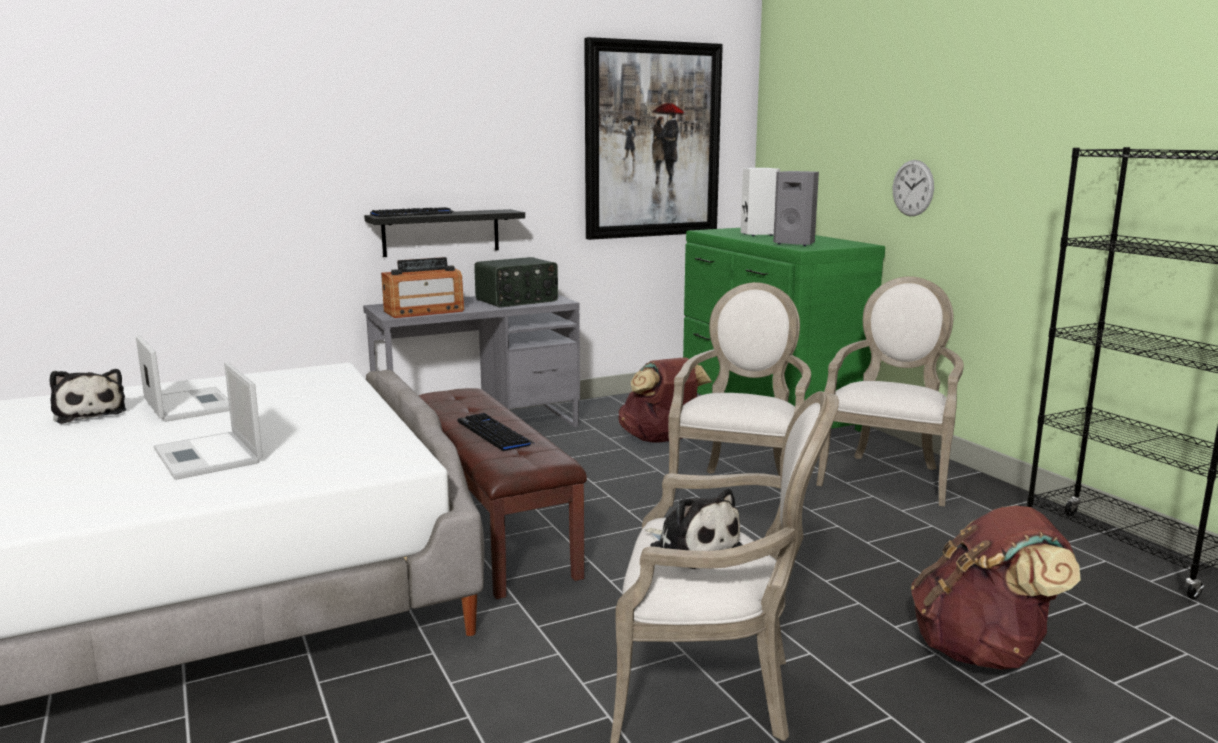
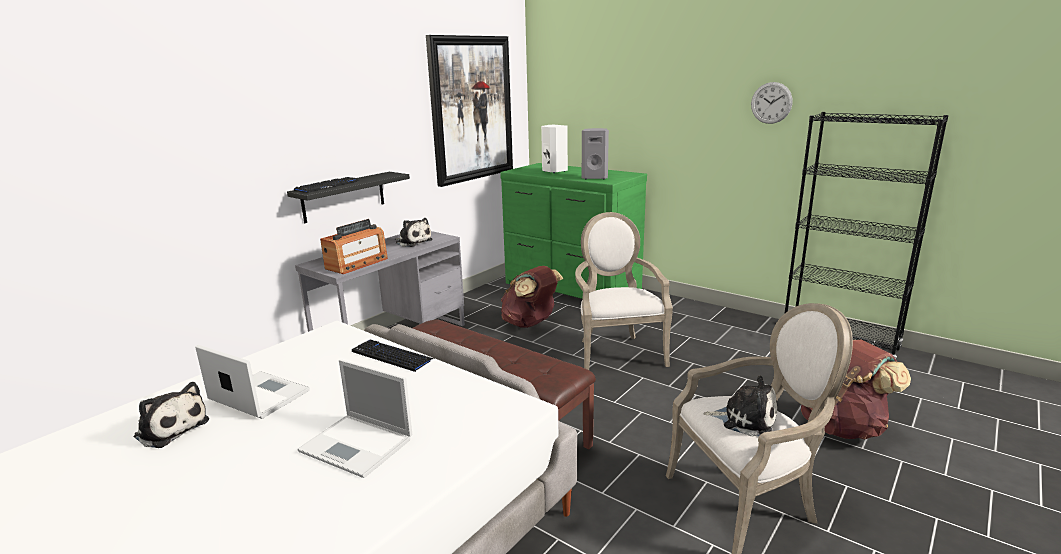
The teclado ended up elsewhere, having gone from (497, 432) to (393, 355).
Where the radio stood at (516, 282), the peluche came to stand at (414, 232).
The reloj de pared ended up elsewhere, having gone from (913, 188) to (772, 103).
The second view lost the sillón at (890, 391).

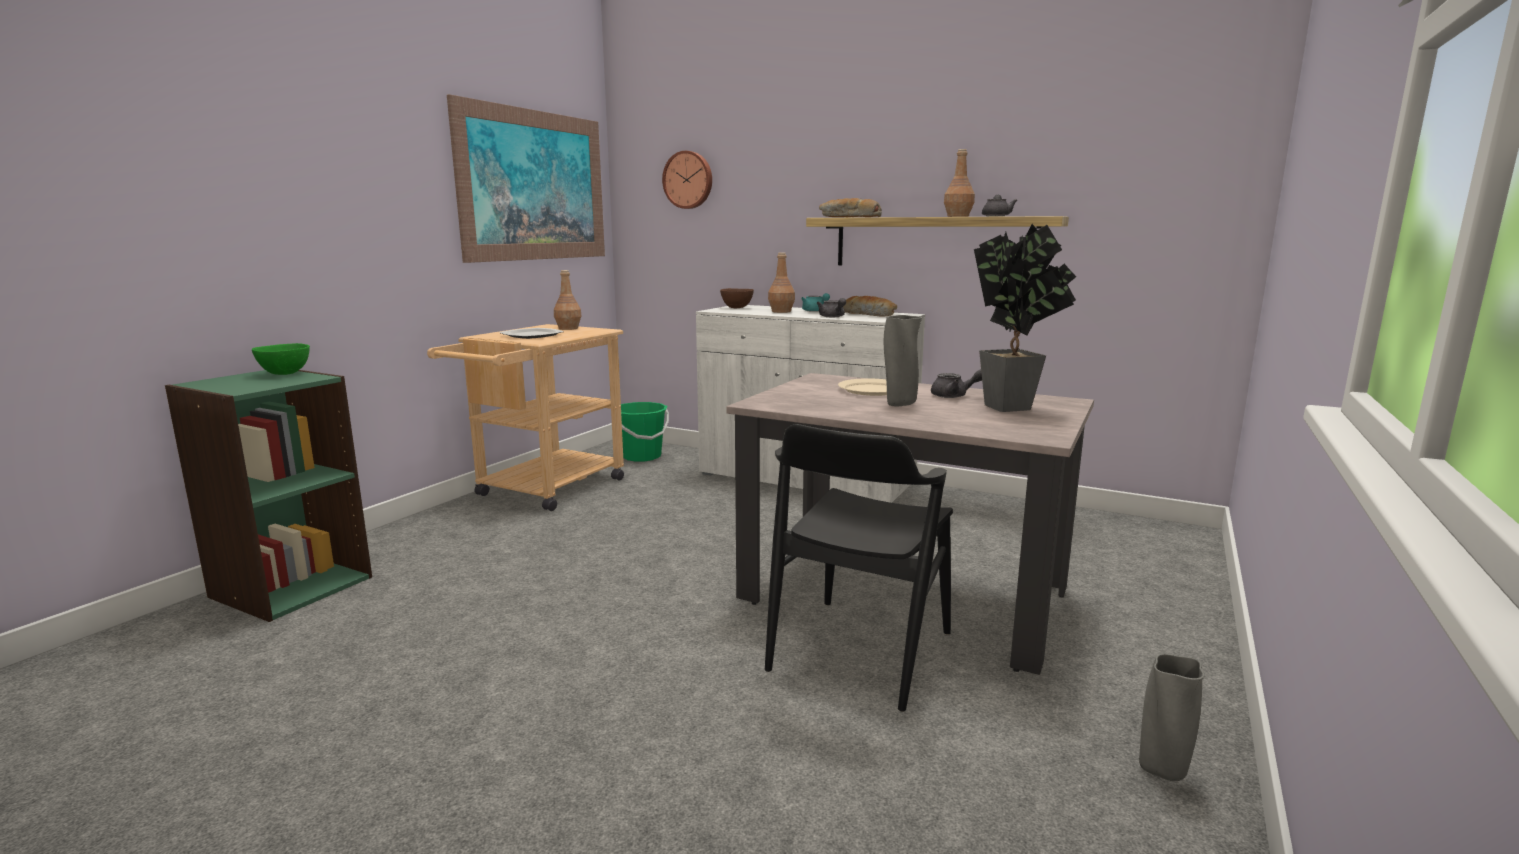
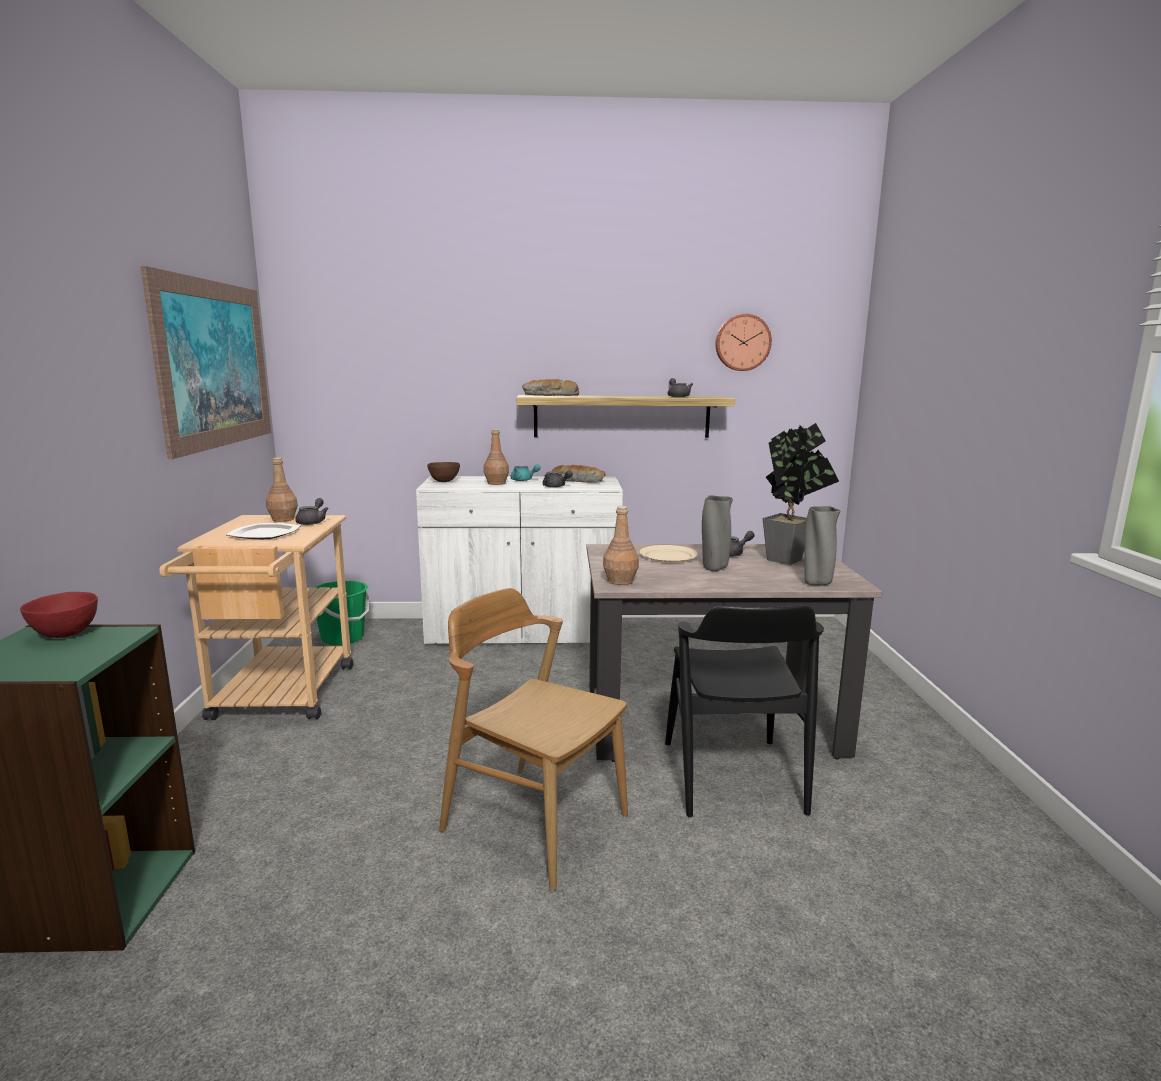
What was the cuenco (verde) at (281, 359) turned into the cuenco (rojo) at (59, 615).
The second view gained the tetera (gris) at (312, 511).
The second view gained the silla (marrón) at (533, 739).
The botella (marrón) ended up elsewhere, having gone from (959, 183) to (621, 545).
The reloj de pared ended up elsewhere, having gone from (687, 180) to (743, 342).
The florero (gris) ended up elsewhere, having gone from (1171, 717) to (822, 546).

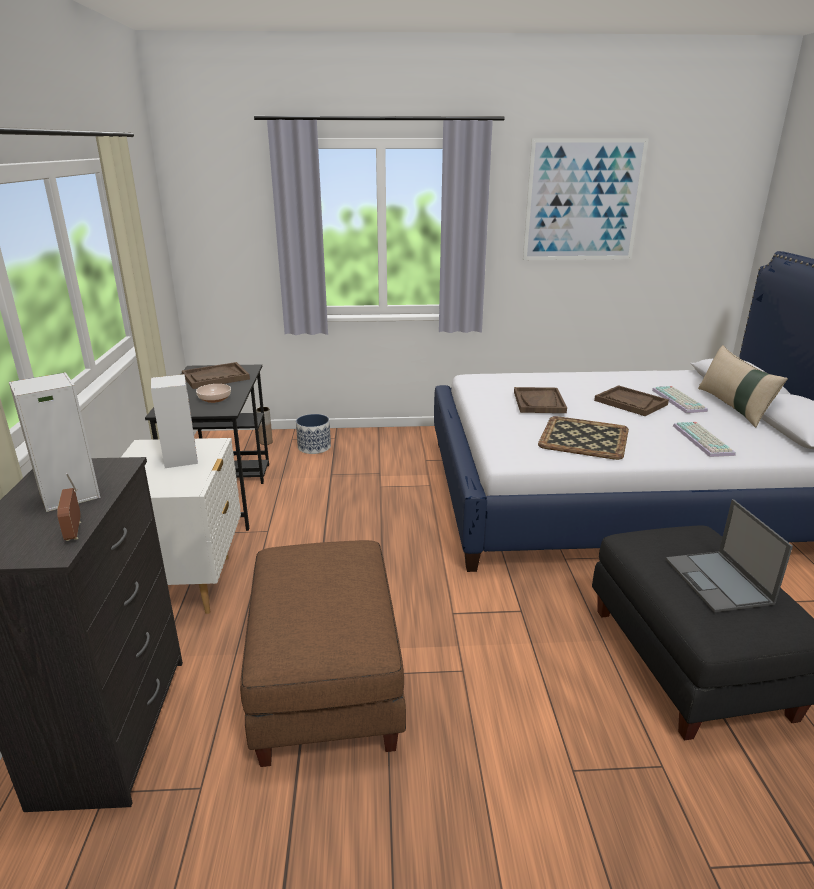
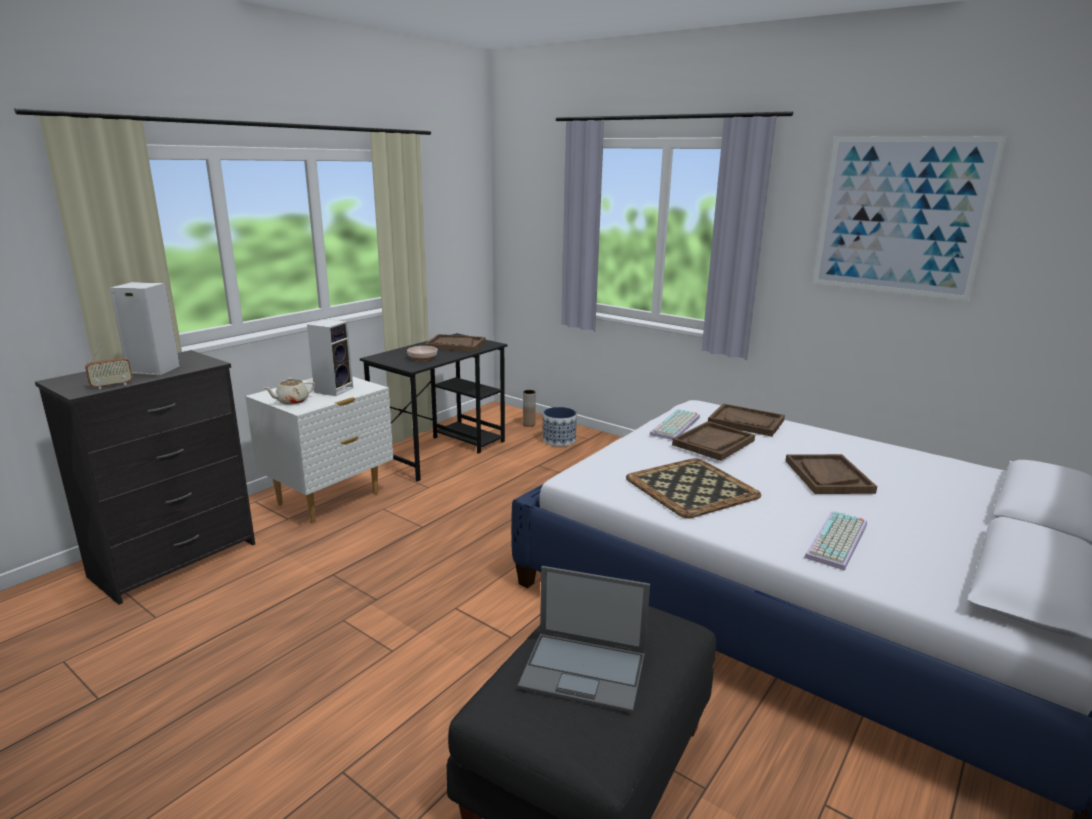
The radio at (69, 507) ended up facing another way, 150 degrees counterclockwise from before.
The second view gained the tetera (beis) at (289, 391).
The portátil at (729, 555) ended up facing another way, 105 degrees counterclockwise from before.
The teclado ended up elsewhere, having gone from (680, 399) to (674, 424).
The second view gained the bandeja (marrón) at (746, 420).
The second view lost the puf (marrón) at (323, 653).
The second view lost the cojín (beis) at (743, 386).

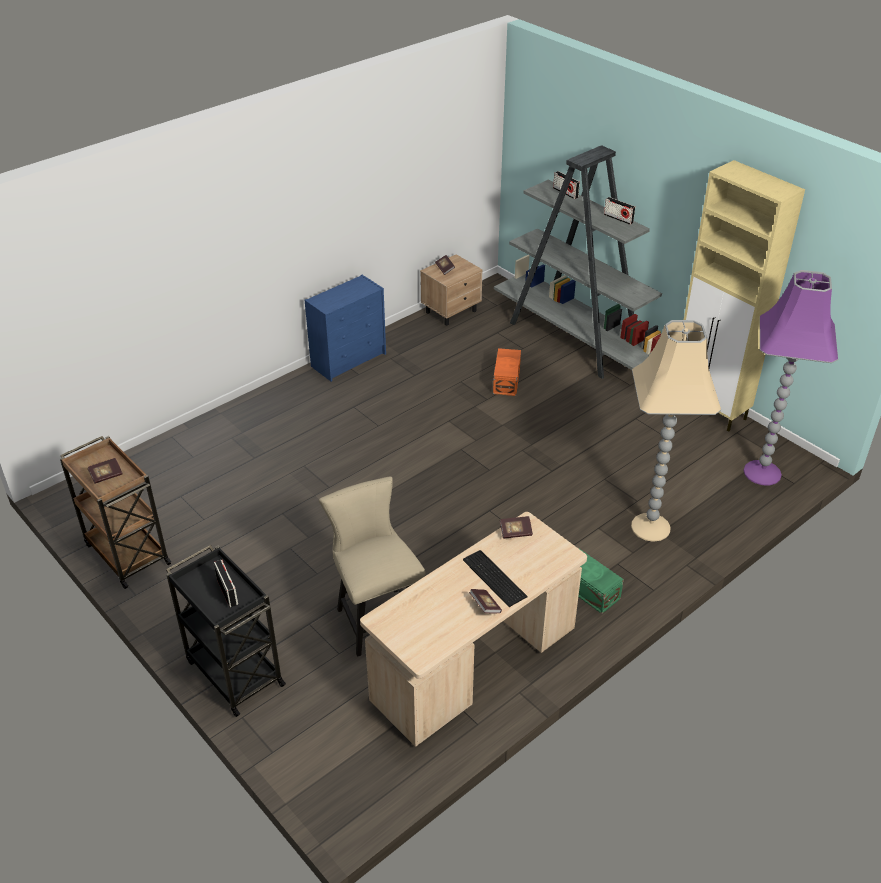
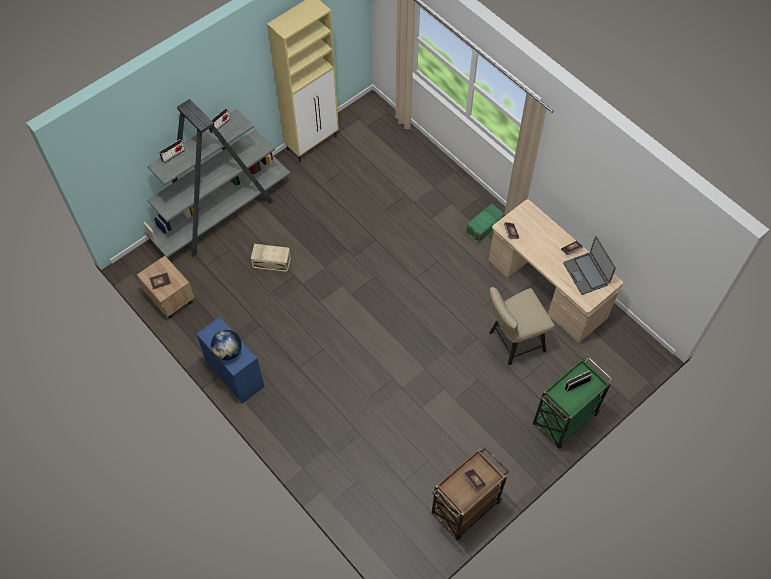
The second view gained the globo terráqueo at (226, 345).
What was the caja de almacenaje (naranja) at (507, 372) turned into the caja de almacenaje (beis) at (271, 258).
What was the carrito (negro) at (226, 631) turned into the carrito (verde) at (573, 403).
The second view gained the portátil at (589, 265).
The second view lost the teclado at (495, 578).
The second view lost the lámpara de pie (beis) at (676, 431).
The second view lost the lámpara de pie (morado) at (790, 377).

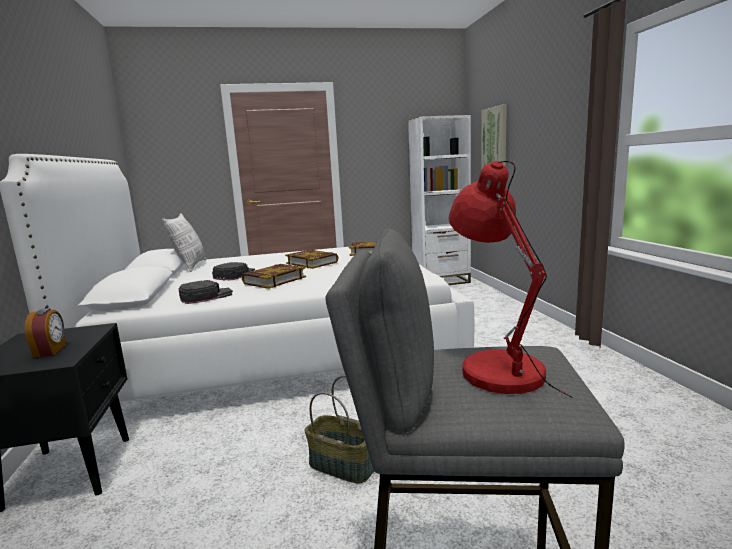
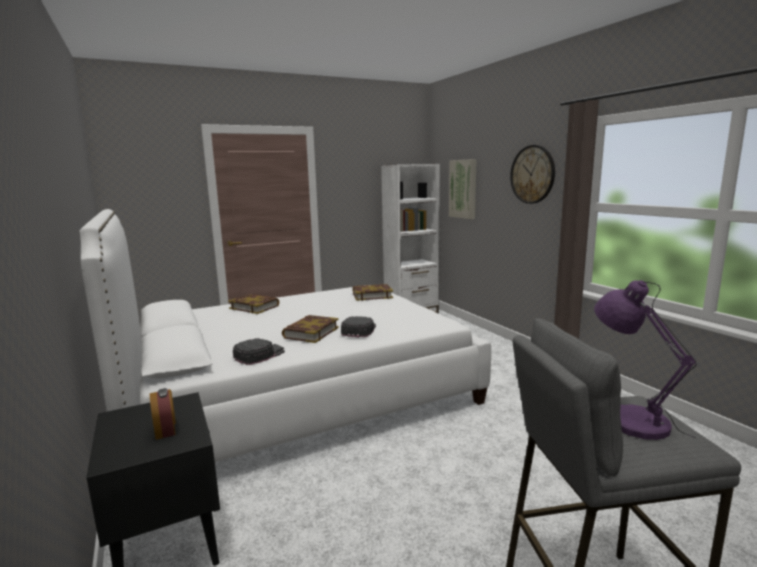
The libro ended up elsewhere, having gone from (312, 259) to (253, 304).
The gorra (negro) ended up elsewhere, having gone from (233, 271) to (358, 326).
The second view gained the reloj de pared at (532, 174).
What was the lámpara de mesa (rojo) at (510, 279) turned into the lámpara de mesa (morado) at (645, 360).
The second view lost the cojín at (184, 242).
The second view lost the cesta at (339, 429).

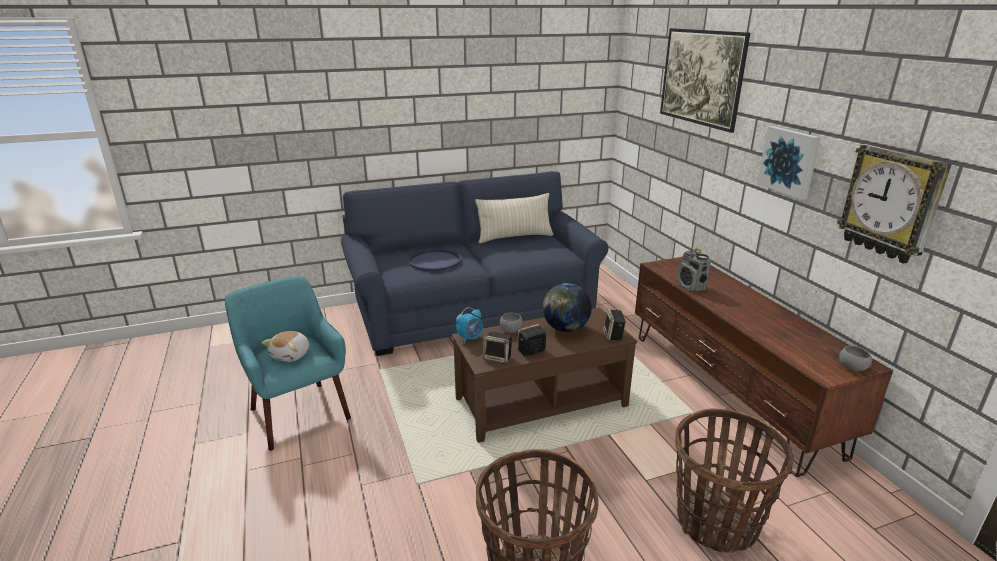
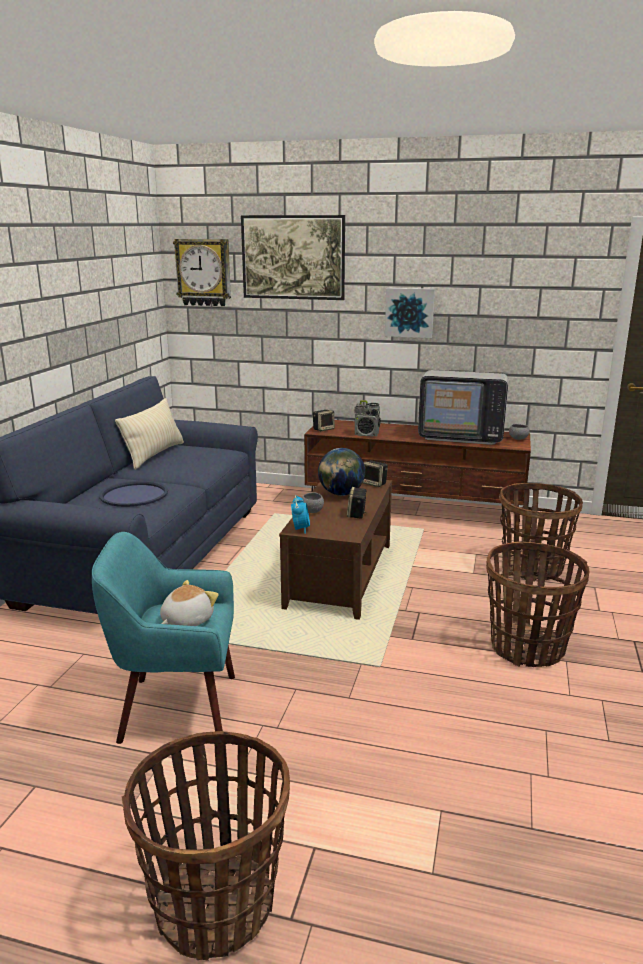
The second view gained the cesta at (205, 846).
The peluche at (285, 346) ended up facing another way, 105 degrees counterclockwise from before.
The reloj de pared ended up elsewhere, having gone from (894, 204) to (202, 272).
The altavoz ended up elsewhere, having gone from (498, 347) to (324, 420).
The second view gained the televisor at (463, 407).

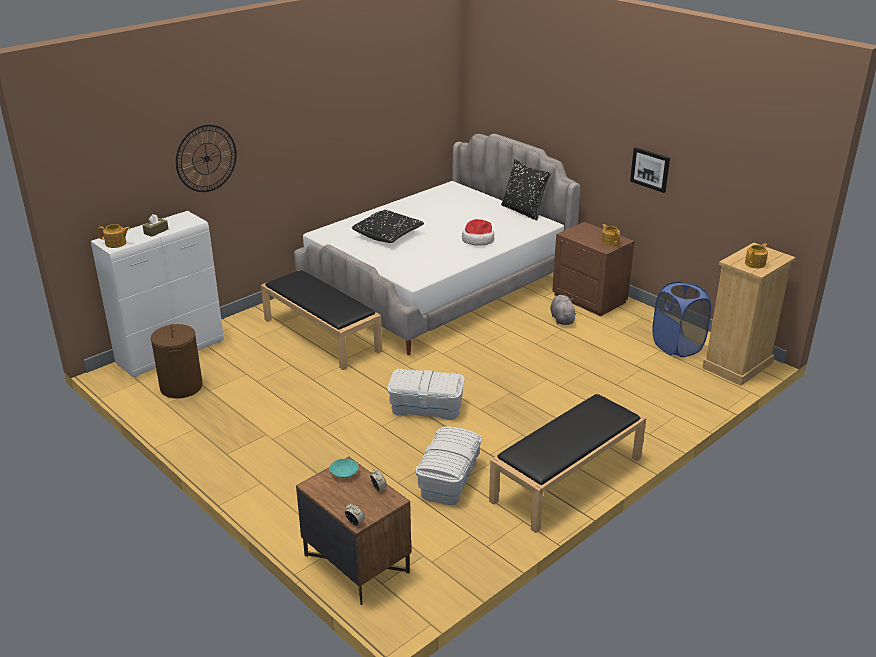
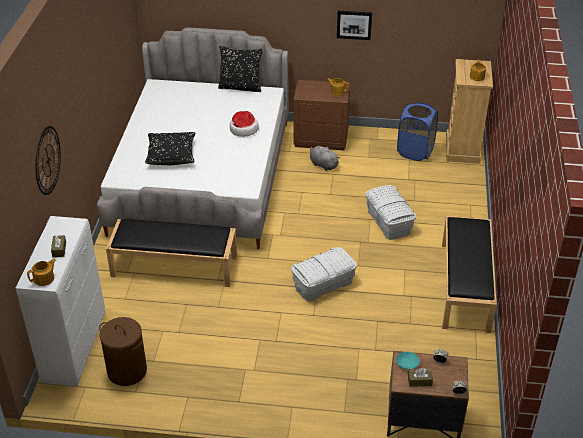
The caja de almacenaje (blanco) ended up elsewhere, having gone from (448, 466) to (391, 212).
The second view gained the caja de pañuelos (marrón) at (420, 377).

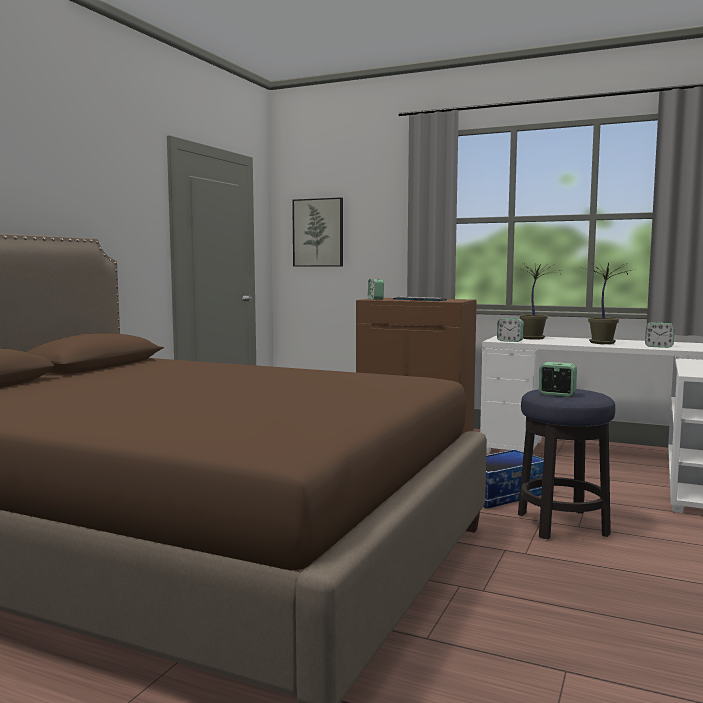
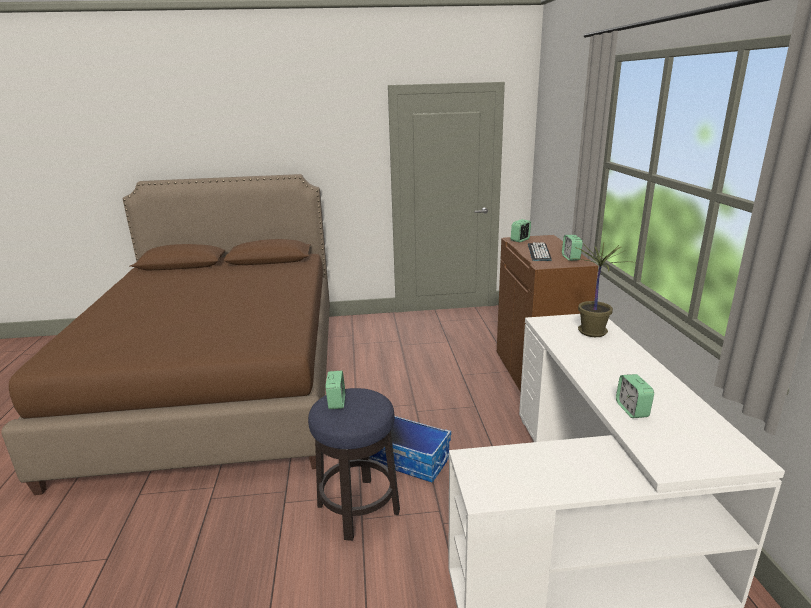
The despertador ended up elsewhere, having gone from (510, 330) to (572, 248).
The second view lost the cuadro at (317, 232).
The second view lost the planta en maceta at (611, 303).

